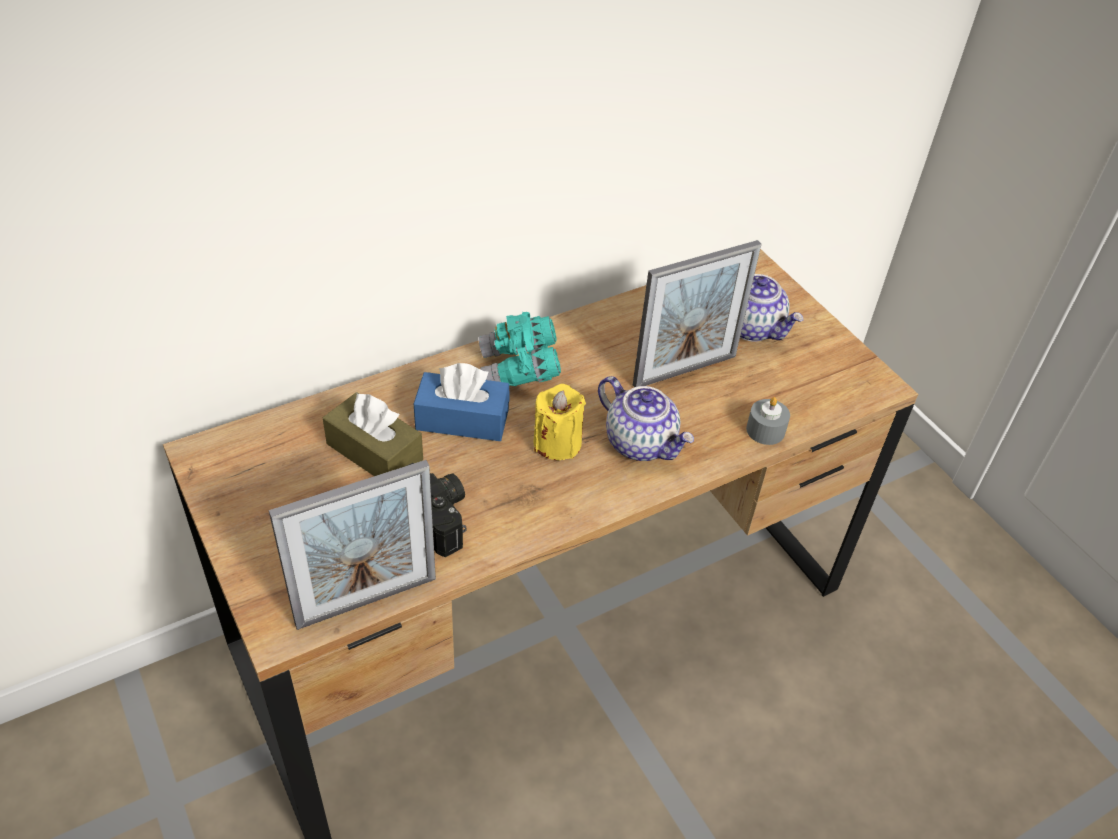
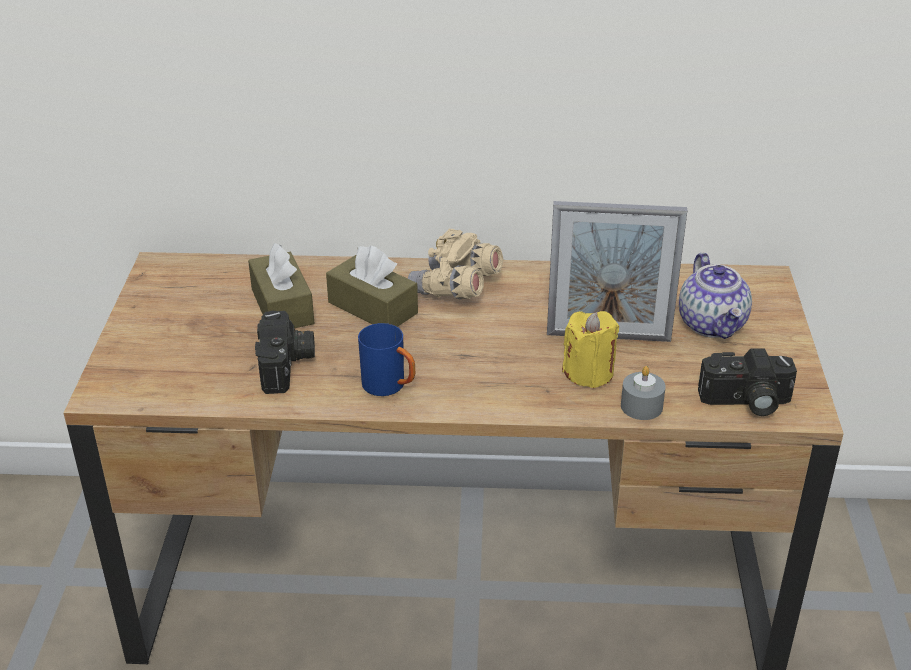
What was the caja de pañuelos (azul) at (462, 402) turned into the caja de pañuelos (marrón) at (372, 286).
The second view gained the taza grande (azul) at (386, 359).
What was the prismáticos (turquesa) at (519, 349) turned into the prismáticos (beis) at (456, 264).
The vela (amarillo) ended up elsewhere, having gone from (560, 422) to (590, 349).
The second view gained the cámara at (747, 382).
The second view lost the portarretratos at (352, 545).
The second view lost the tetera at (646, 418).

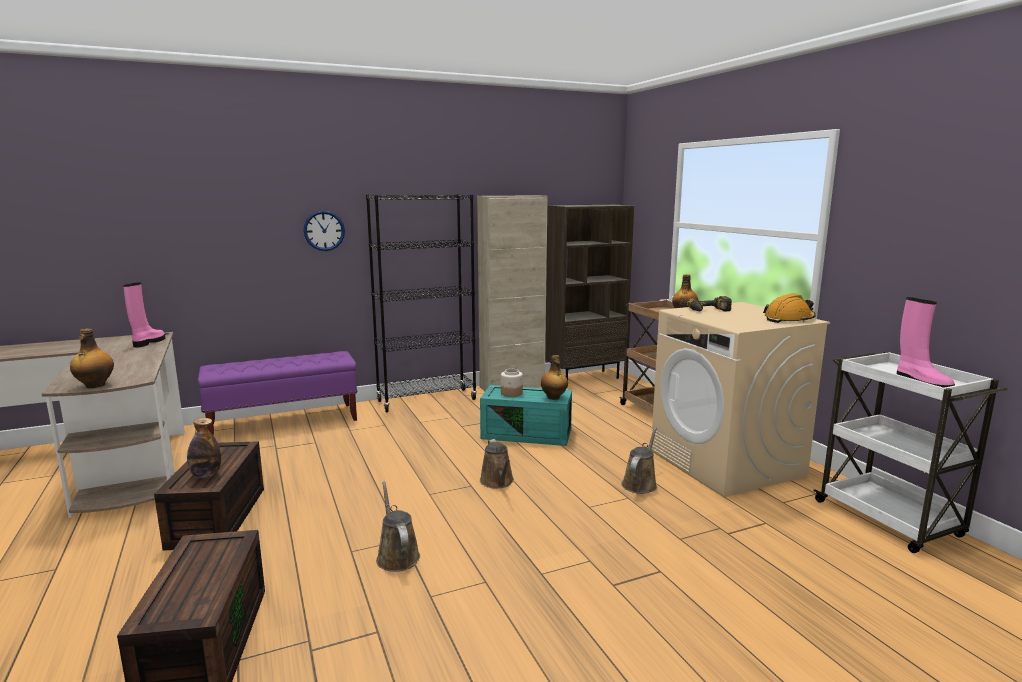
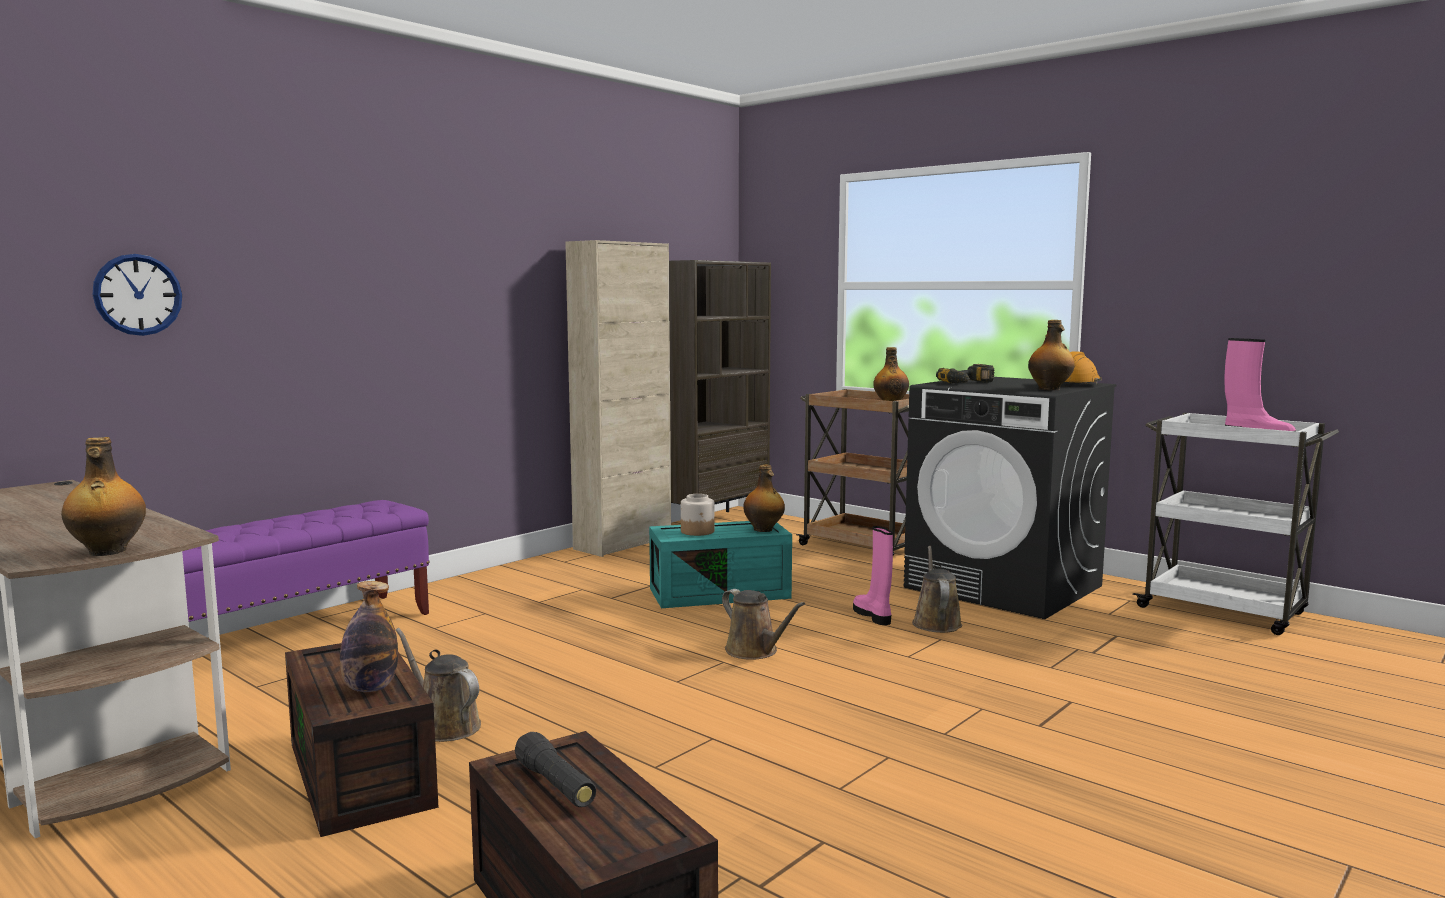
The reloj de pared ended up elsewhere, having gone from (324, 231) to (137, 295).
The regadera (marrón) ended up elsewhere, having gone from (398, 526) to (438, 685).
The second view gained the linterna (negro) at (555, 769).
The bota (rosa) ended up elsewhere, having gone from (144, 315) to (873, 575).
What was the lavadora (beis) at (740, 399) turned into the lavadora (negro) at (1010, 498).
The second view gained the botella at (1051, 355).
The second view lost the estantería (negro) at (421, 303).

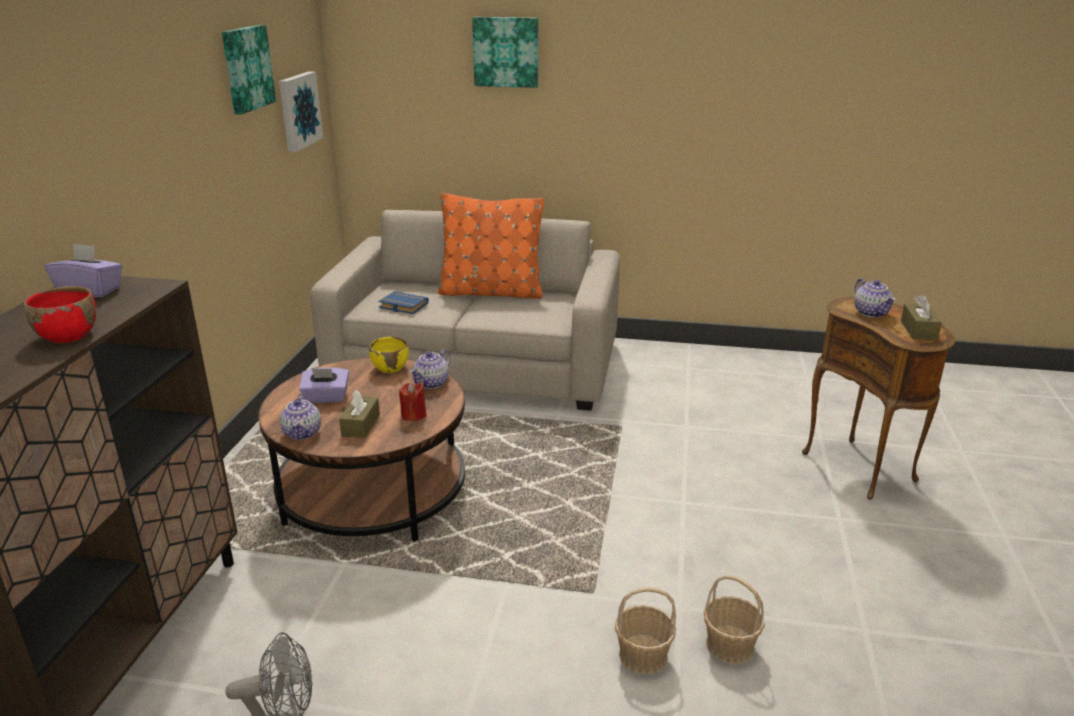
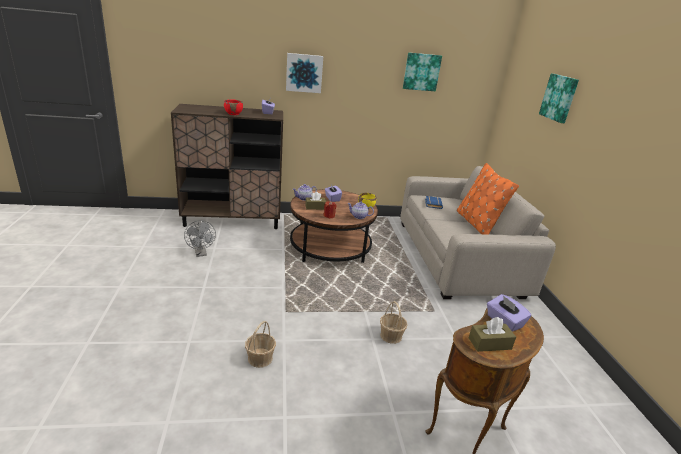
The cuadro ended up elsewhere, having gone from (301, 111) to (304, 73).
The cesta ended up elsewhere, having gone from (645, 631) to (394, 322).
Where the tetera stood at (875, 297), the caja de pañuelos (morado) came to stand at (509, 313).

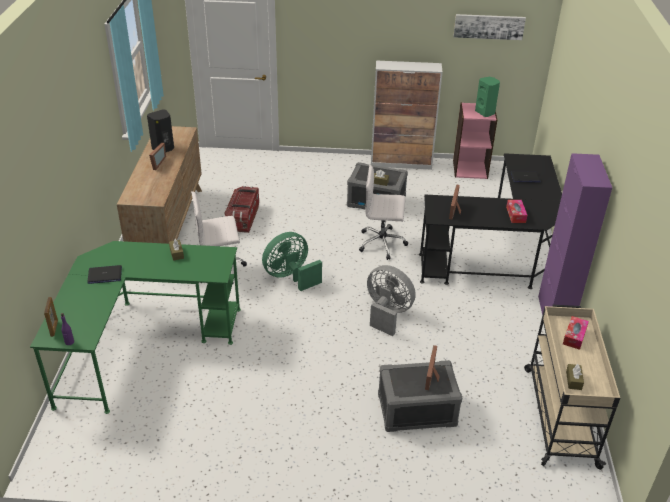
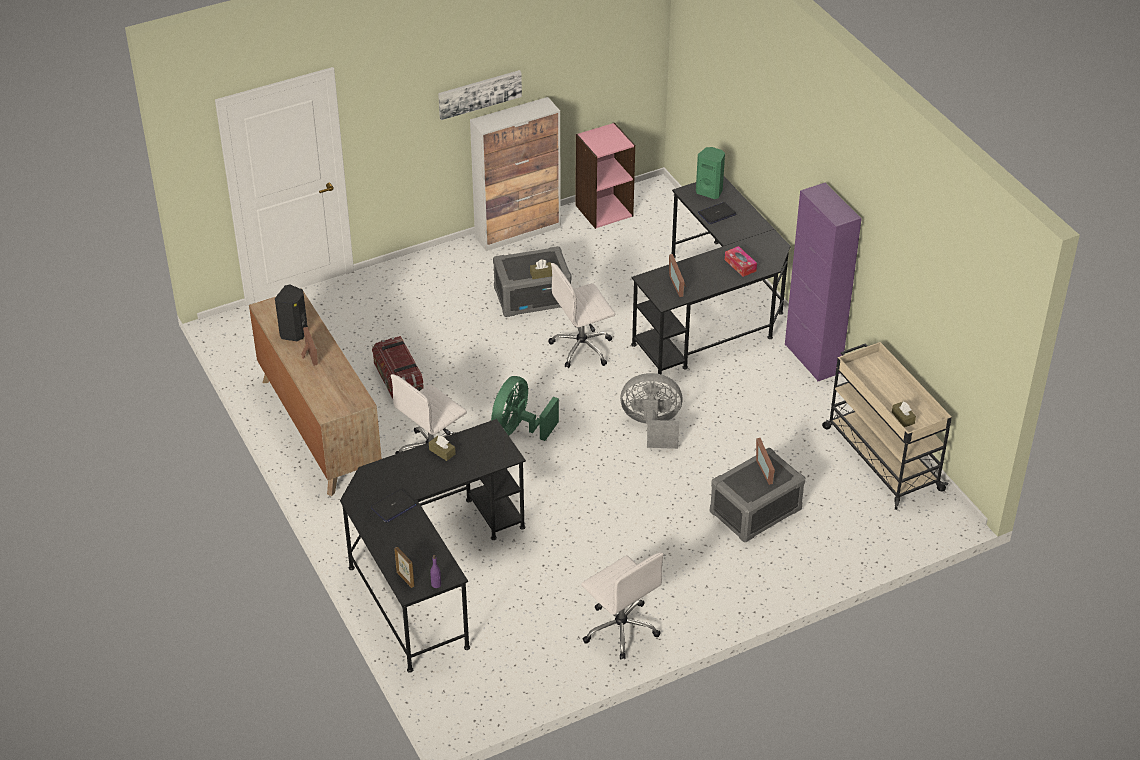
What was the escritorio (verde) at (135, 327) turned into the escritorio (negro) at (433, 546).
The cuadro ended up elsewhere, having gone from (489, 27) to (480, 95).
The second view gained the silla de oficina (blanco) at (622, 606).
The altavoz (verde) ended up elsewhere, having gone from (487, 97) to (710, 173).
The second view lost the caja de pañuelos at (576, 333).

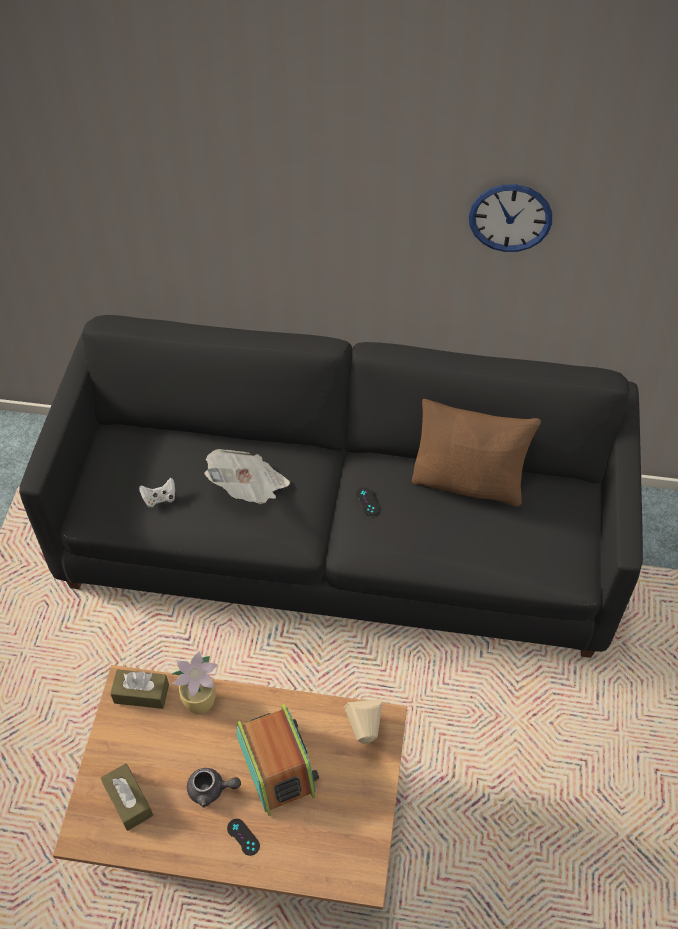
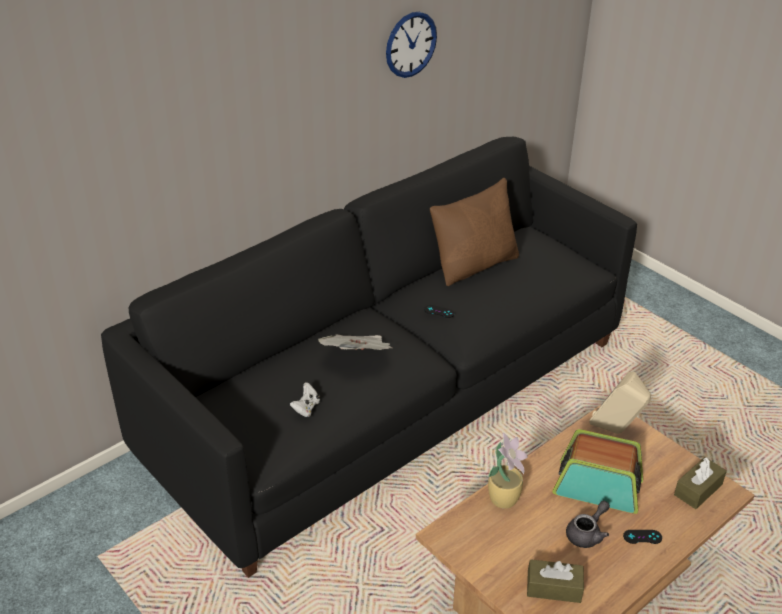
The caja de pañuelos (marrón) ended up elsewhere, having gone from (139, 689) to (700, 483).

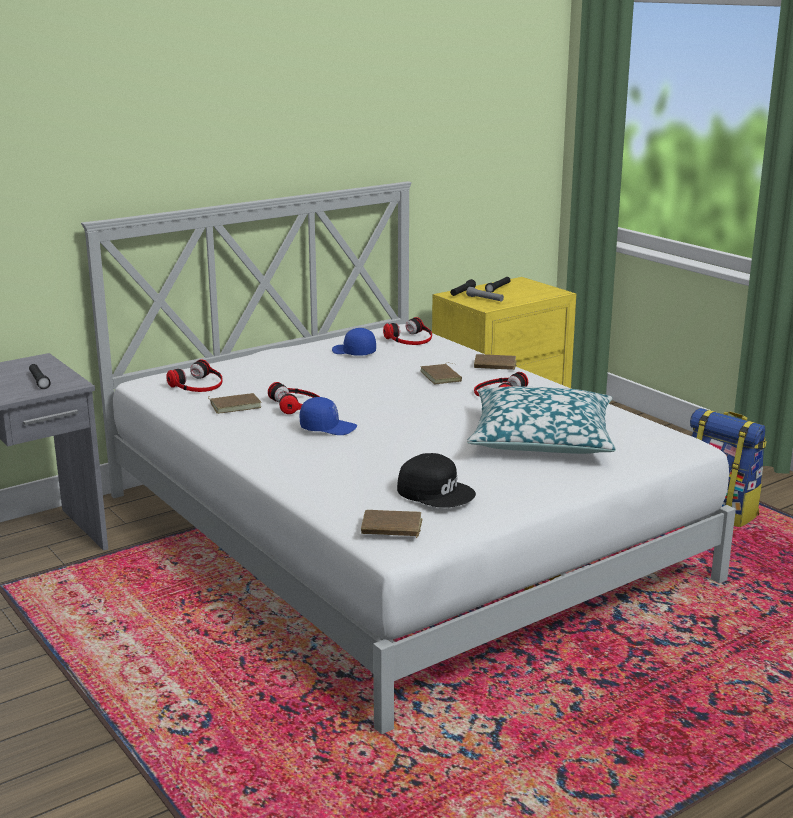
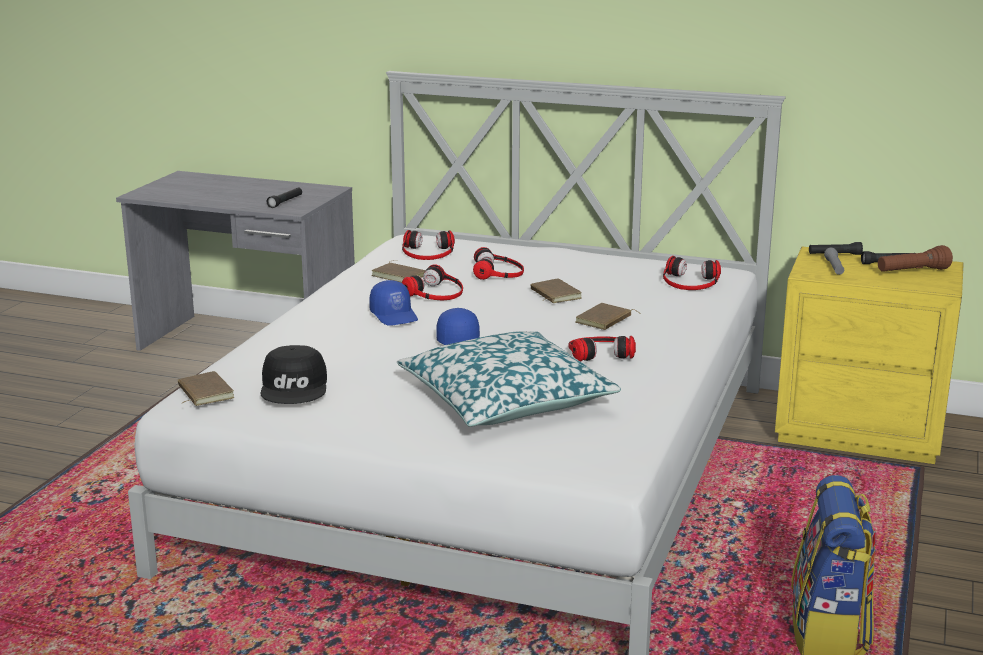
The gorra (azul) ended up elsewhere, having gone from (354, 342) to (458, 326).
The second view gained the auriculares at (498, 263).
The libro (marrón) ended up elsewhere, having gone from (495, 362) to (556, 290).
The second view gained the linterna (marrón) at (915, 258).

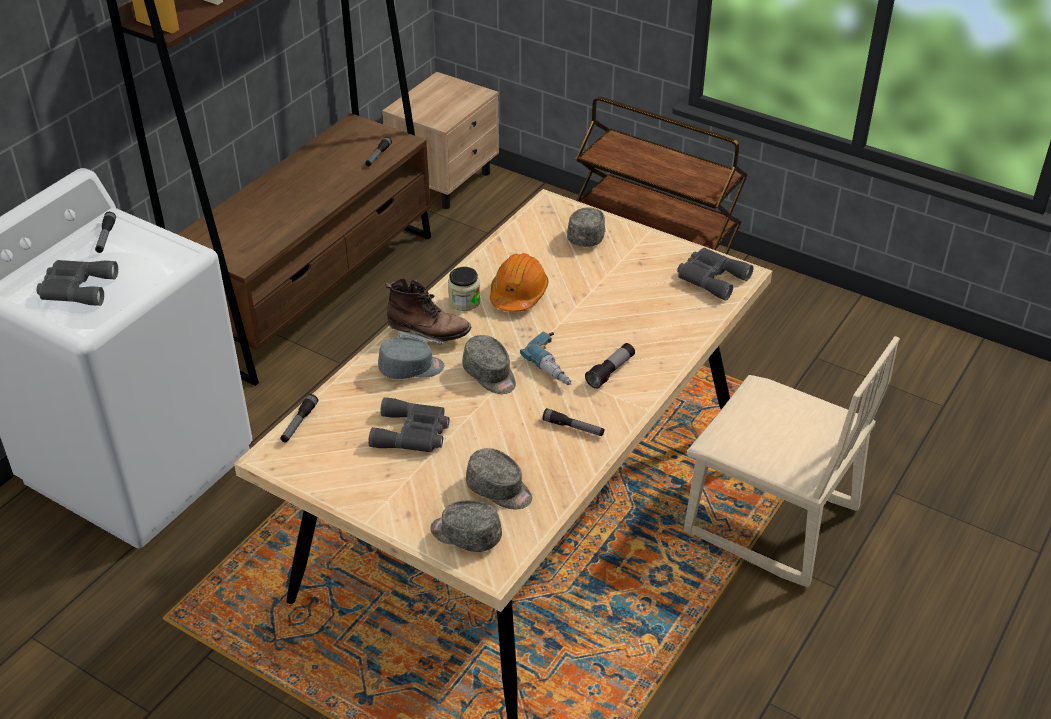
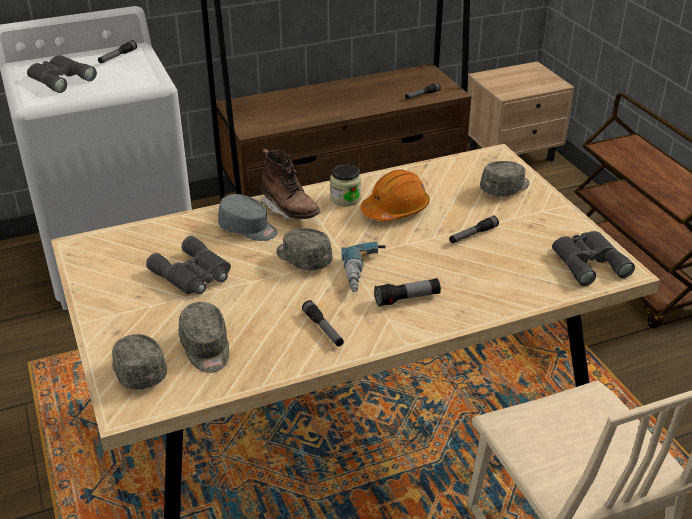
The gorra (gris) at (489, 364) ended up facing another way, 135 degrees clockwise from before.
The linterna ended up elsewhere, having gone from (299, 418) to (474, 229).

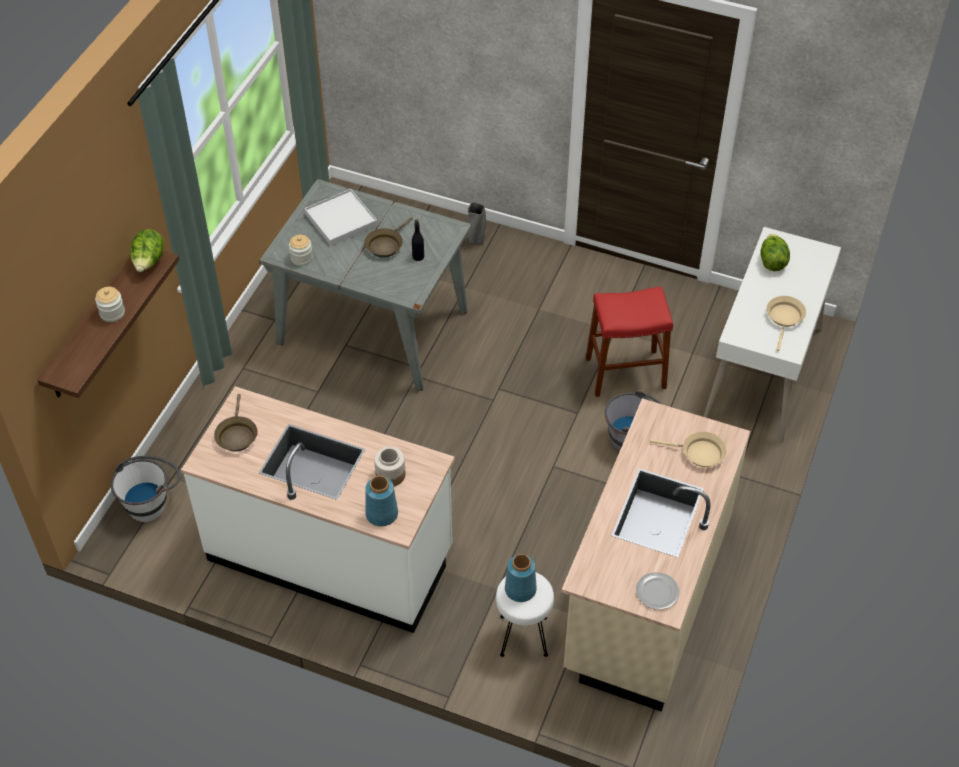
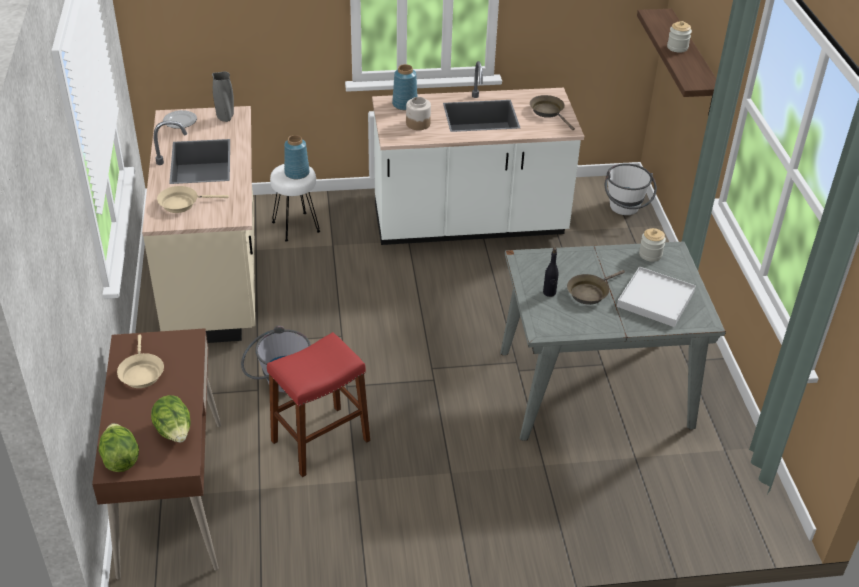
What was the escritorio (blanco) at (772, 335) turned into the escritorio (marrón) at (156, 454).
The lechuga ended up elsewhere, having gone from (147, 250) to (119, 447).
The florero (gris) ended up elsewhere, having gone from (476, 223) to (223, 97).
The sartén (marrón) at (388, 237) ended up facing another way, 135 degrees counterclockwise from before.

